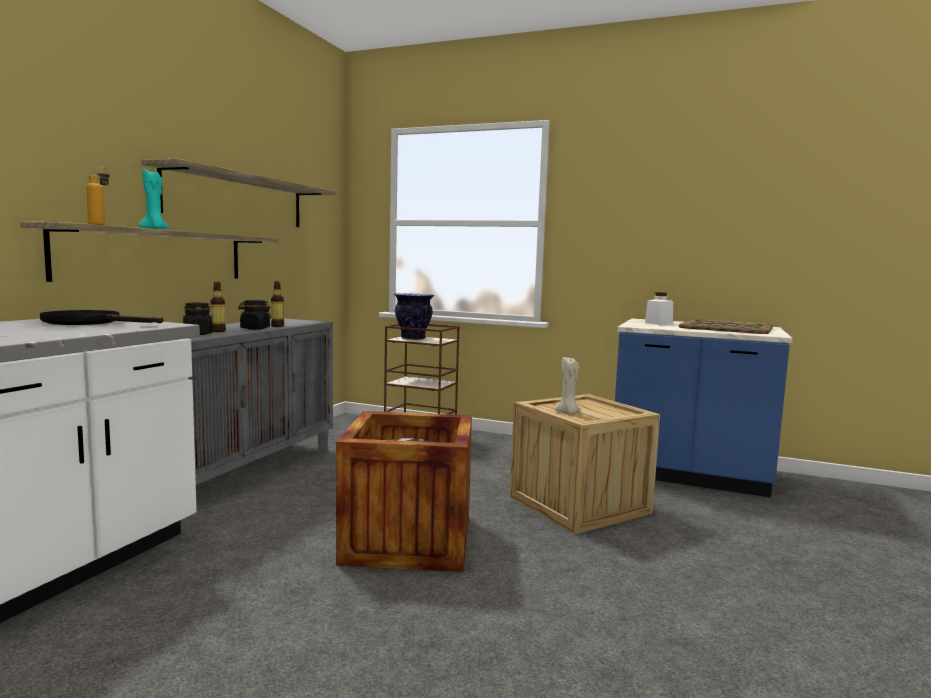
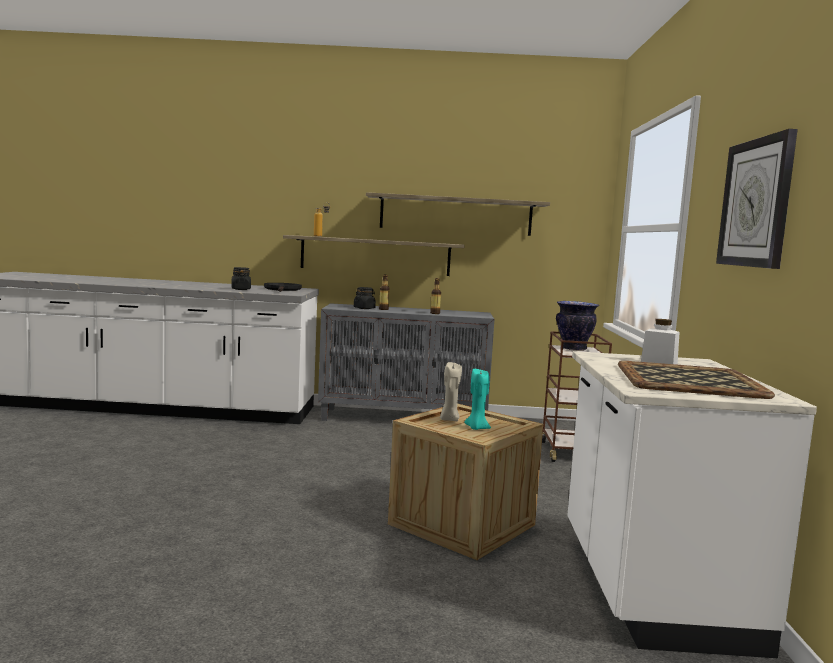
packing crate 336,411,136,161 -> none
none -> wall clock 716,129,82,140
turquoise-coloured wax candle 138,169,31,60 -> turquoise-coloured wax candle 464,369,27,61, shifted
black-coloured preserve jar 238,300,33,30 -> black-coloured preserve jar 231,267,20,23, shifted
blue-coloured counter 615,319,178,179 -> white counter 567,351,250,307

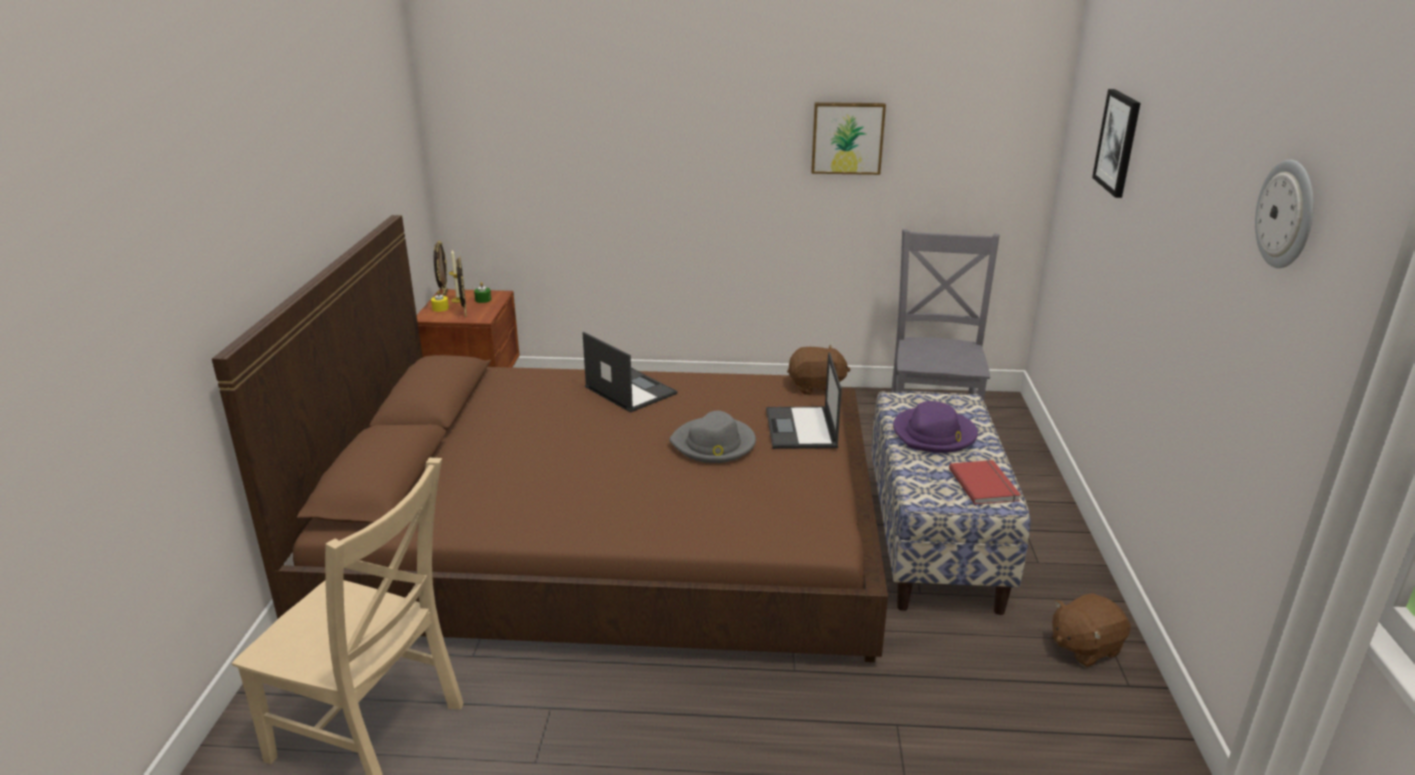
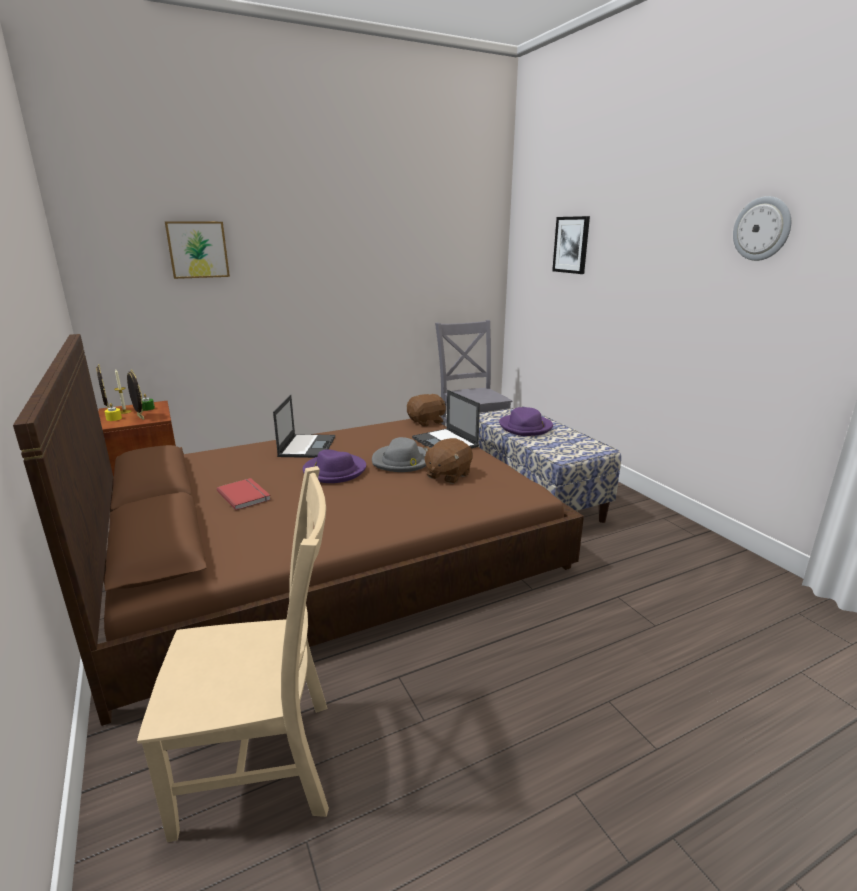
none -> purple clothing hat 303,449,63,34
picture 811,102,75,73 -> picture 165,221,65,58, shifted
red-coloured volume 949,460,72,45 -> red-coloured volume 217,478,54,32, shifted
brown soft toy 1052,593,79,74 -> brown soft toy 423,438,50,46, shifted
portable computer 582,332,95,81 -> portable computer 273,395,62,63, 75 degrees clockwise

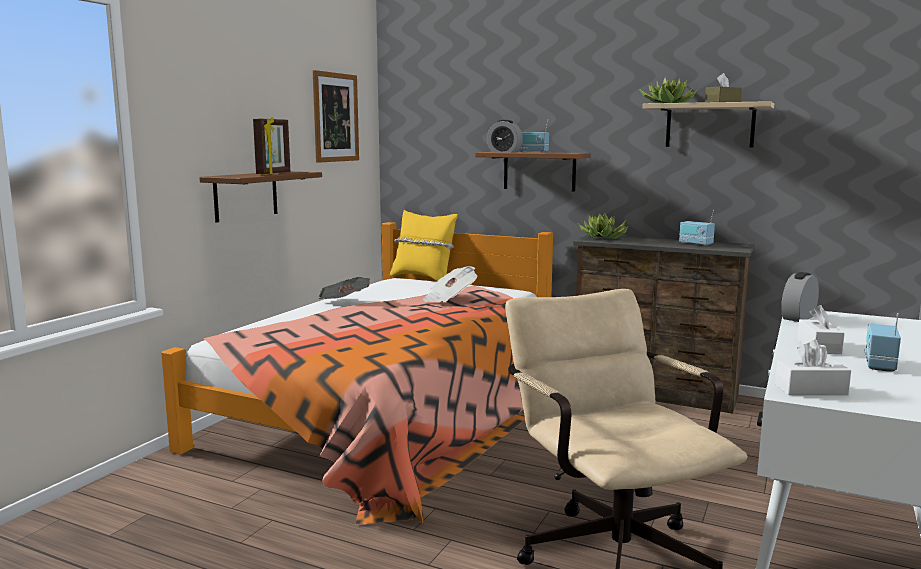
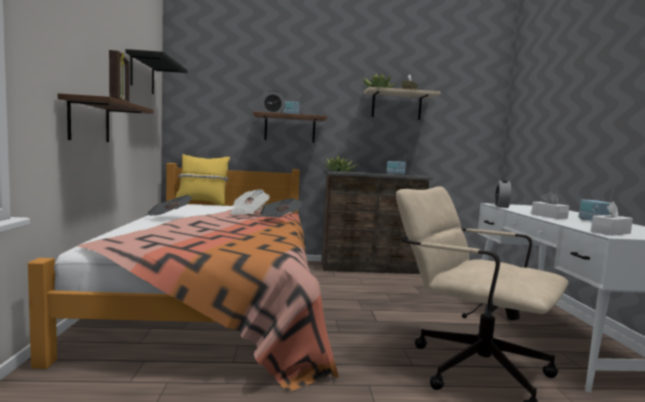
none -> printed paper 260,198,42,19
picture 313,70,46,93 -> black-coloured bracket shelf 125,49,63,45

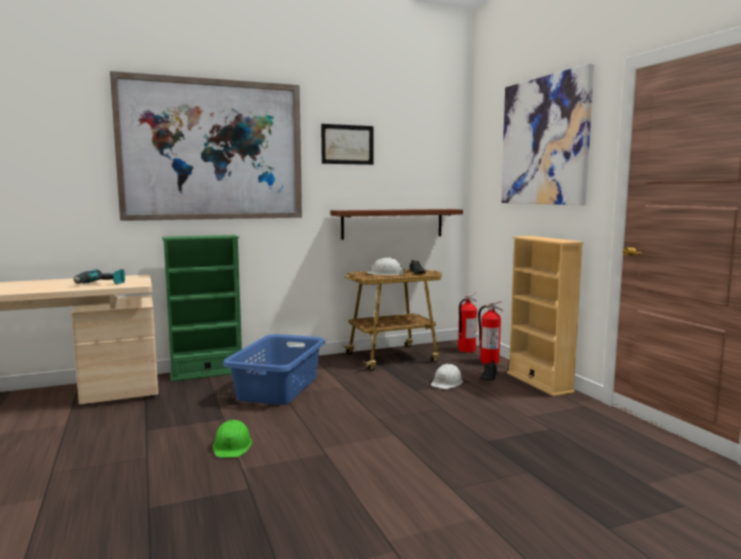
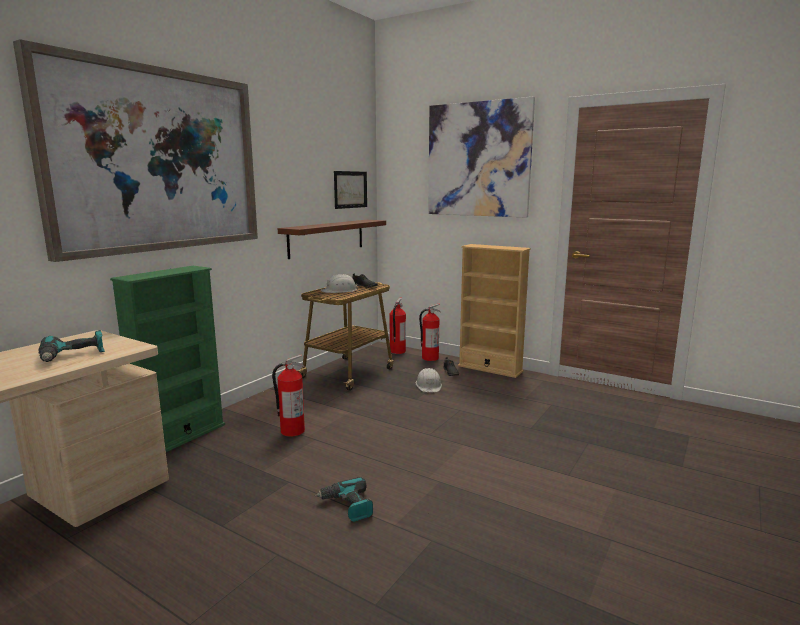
picture 321,124,53,41 -> picture 334,171,33,38, shifted
green work helmet 213,420,39,38 -> power drill 315,477,58,45
blue-coloured hamper 223,334,102,71 -> fire extinguisher 272,354,33,83

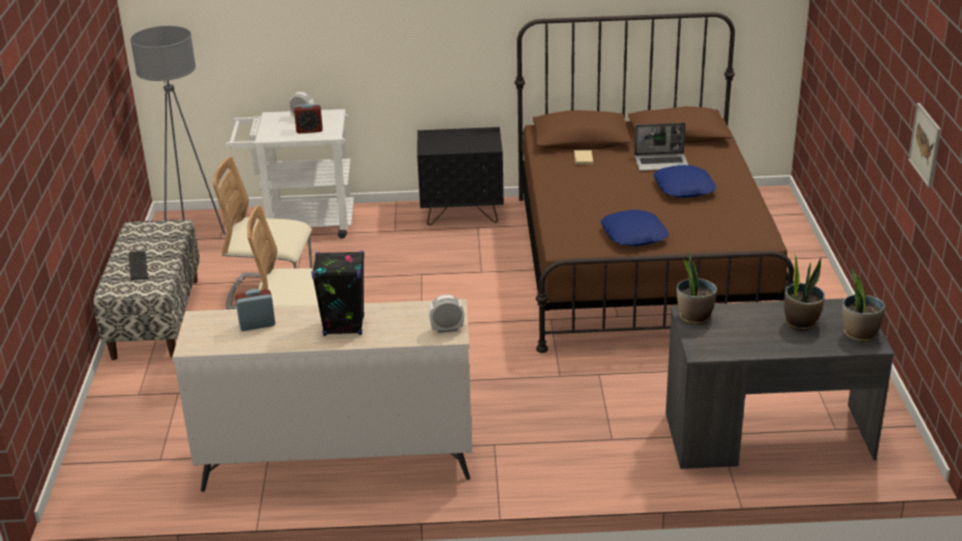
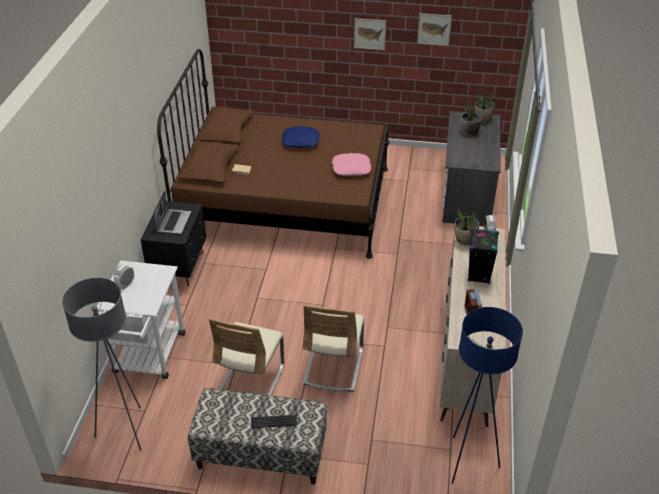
alarm clock 294,104,29,29 -> none
none -> picture 354,18,32,32
none -> blue-coloured floor lamp 452,307,71,177
portable computer 634,123,54,48 -> portable computer 154,190,37,44, shifted
plant in a pot 677,251,40,74 -> plant in a pot 455,209,24,37, shifted
blue-coloured pillow 601,210,68,36 -> pinkish pillow 332,153,39,23

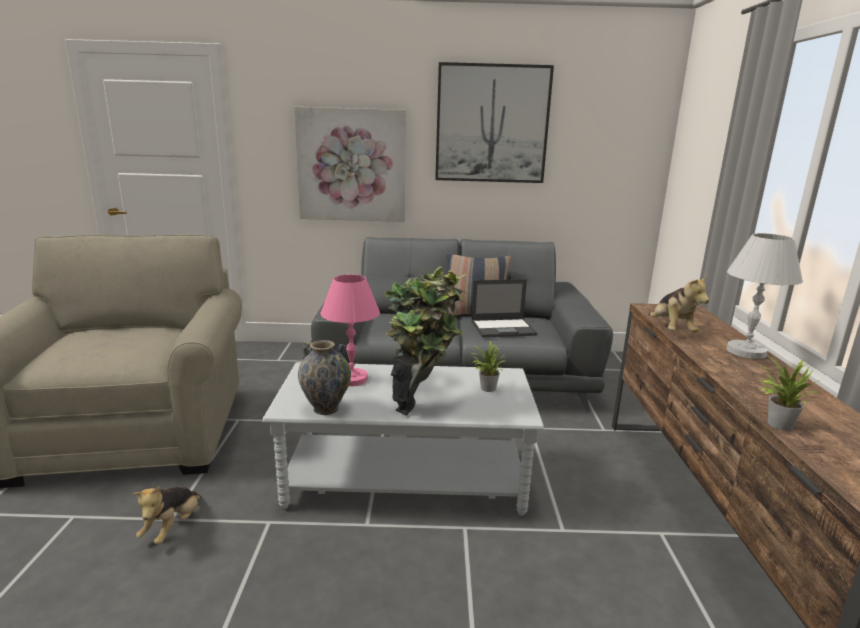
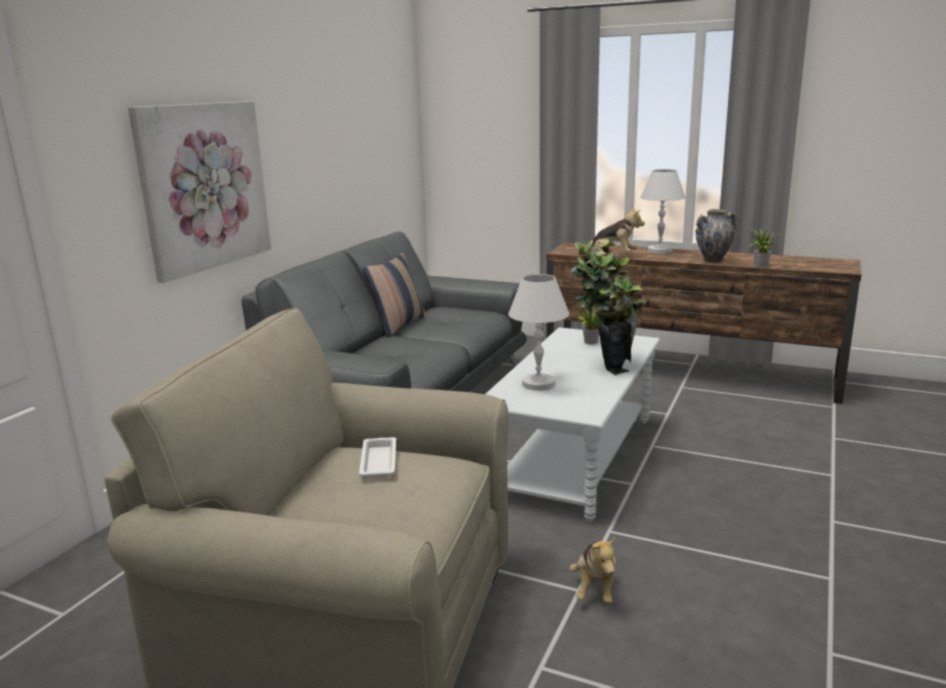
picture 435,62,119,121 -> none
portable computer 471,279,66,59 -> none
none -> white serving tray 359,437,37,41
decorative vase 298,340,53,75 -> decorative vase 696,209,41,54, shifted
pinkish tabletop lamp 320,274,60,112 -> white tabletop lamp 508,274,61,117
soft toy 133,486,68,59 -> soft toy 569,537,47,67, 60 degrees clockwise

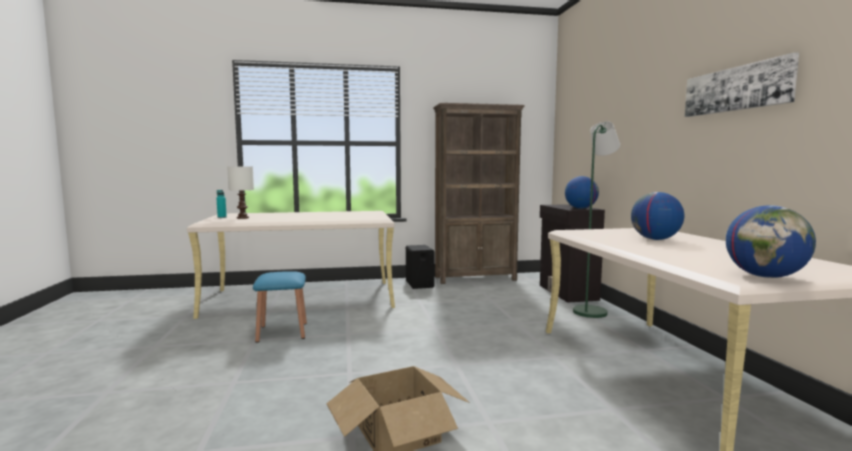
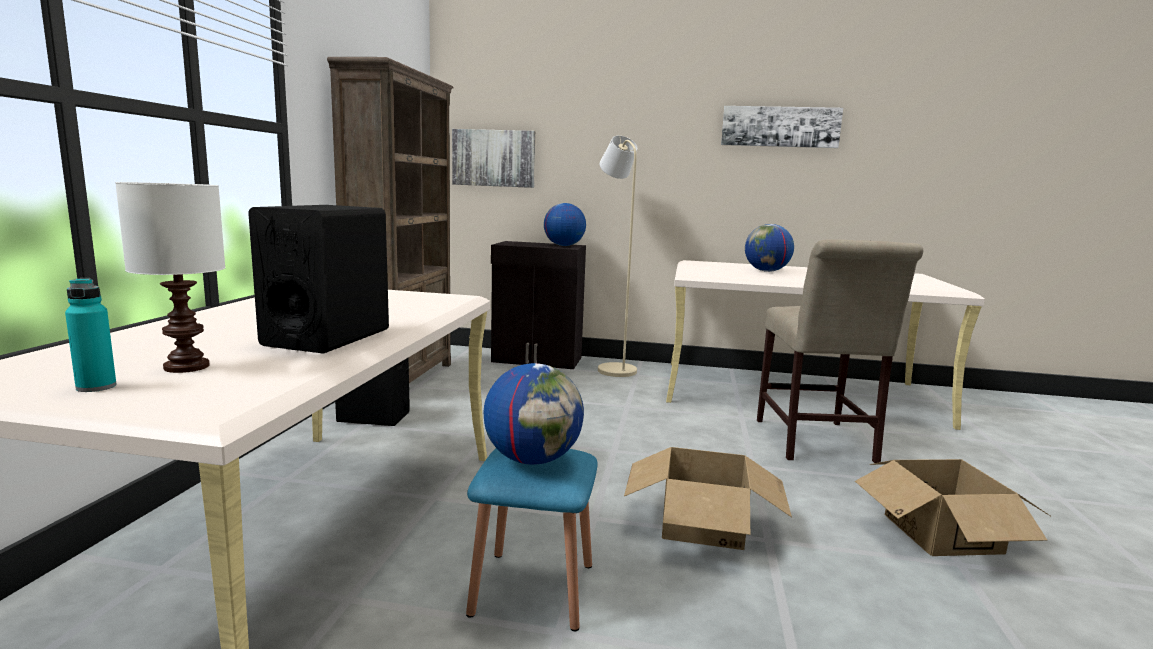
none -> black-coloured loudspeaker 248,205,141,149
none -> picture 452,129,83,59
none -> carton 624,447,168,103
none -> sand-coloured chair 757,239,166,224
desk globe 726,205,90,73 -> desk globe 483,363,101,102, shifted
green floor lamp 573,121,47,197 -> sand-coloured floor lamp 598,136,39,241

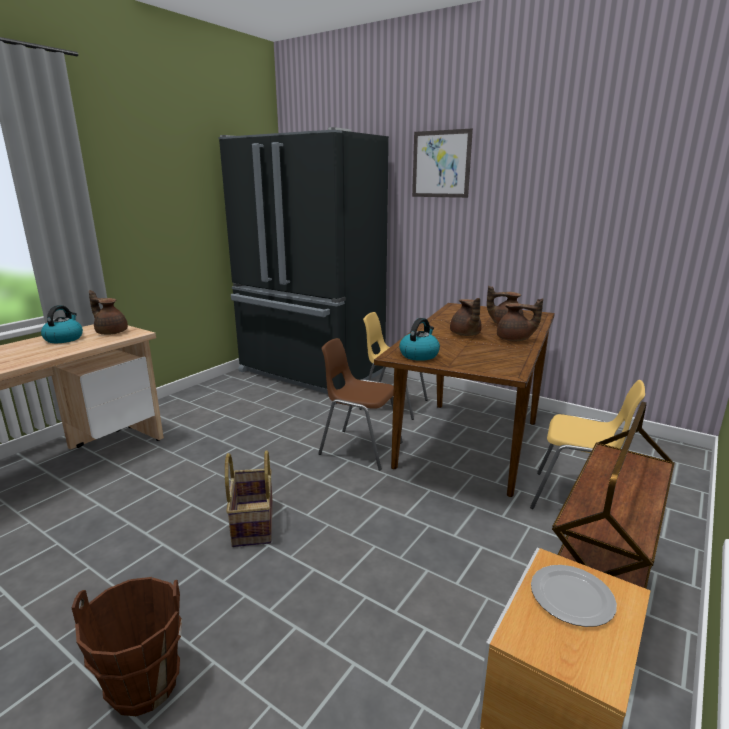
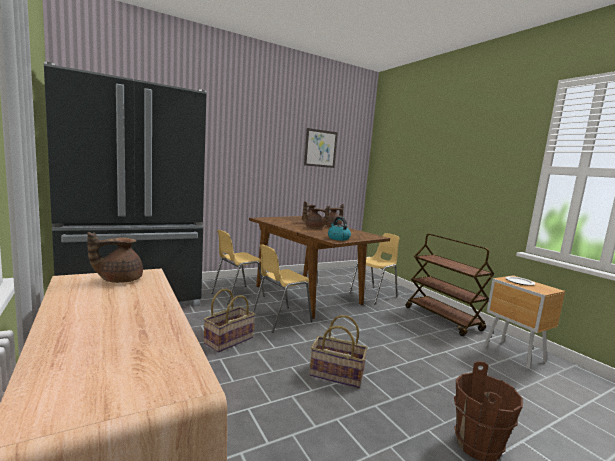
water kettle 41,305,42,38 -> none
none -> household basket 204,289,51,64
picture 412,129,61,69 -> picture 304,128,34,40, shifted
brown chair 318,338,85,133 -> yellow-coloured chair 252,244,61,89

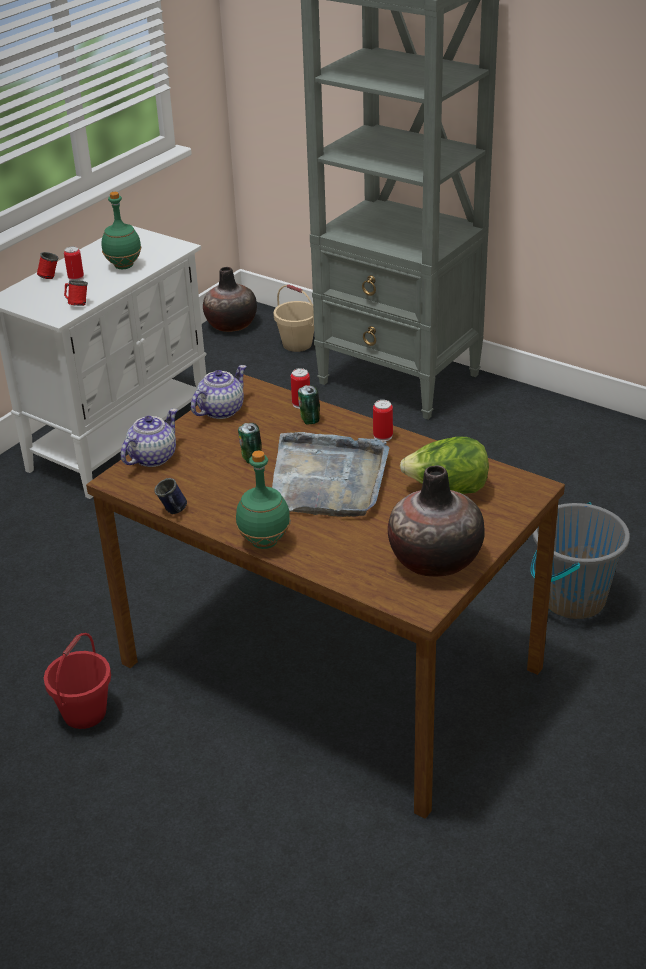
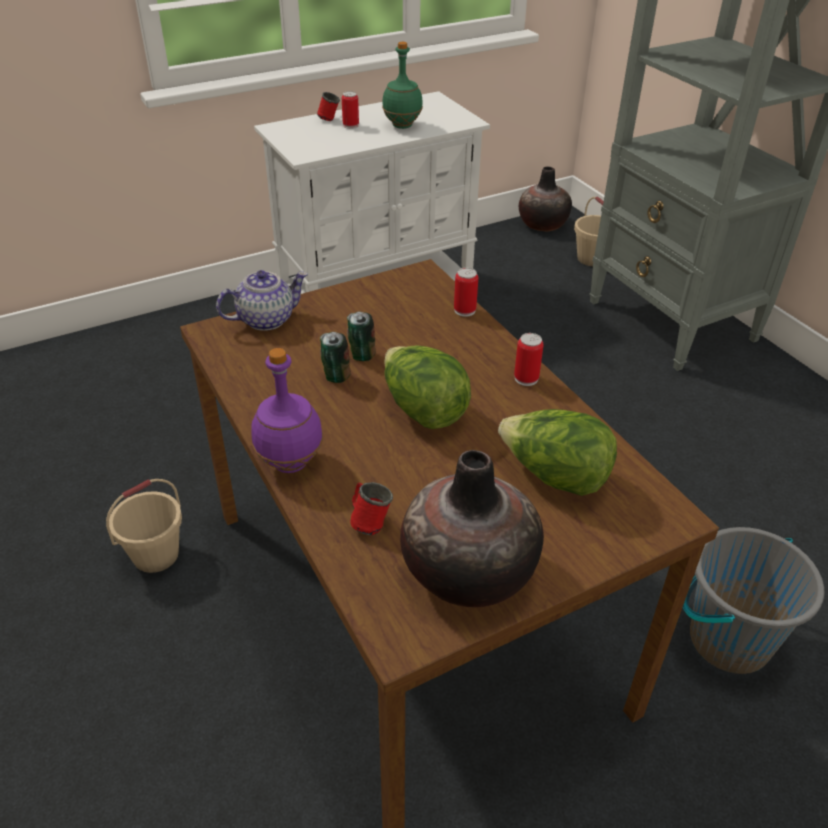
blue-coloured tea mug 154,478,33,36 -> none
tea pot 191,365,55,54 -> none
red-coloured tea mug 64,280,24,26 -> red-coloured tea mug 350,482,43,53, shifted
can 298,385,22,39 -> can 320,332,31,51, shifted
greyish serving tray 272,432,117,85 -> head of lettuce 384,346,87,83
red-coloured pail 44,633,67,96 -> sand-coloured pail 106,479,76,94
green drink bottle 236,451,54,98 -> purple drink bottle 251,348,72,125

